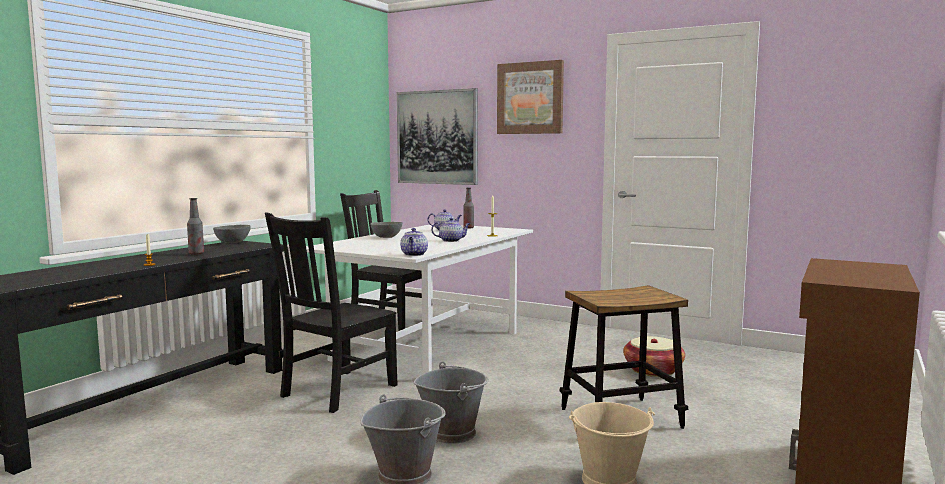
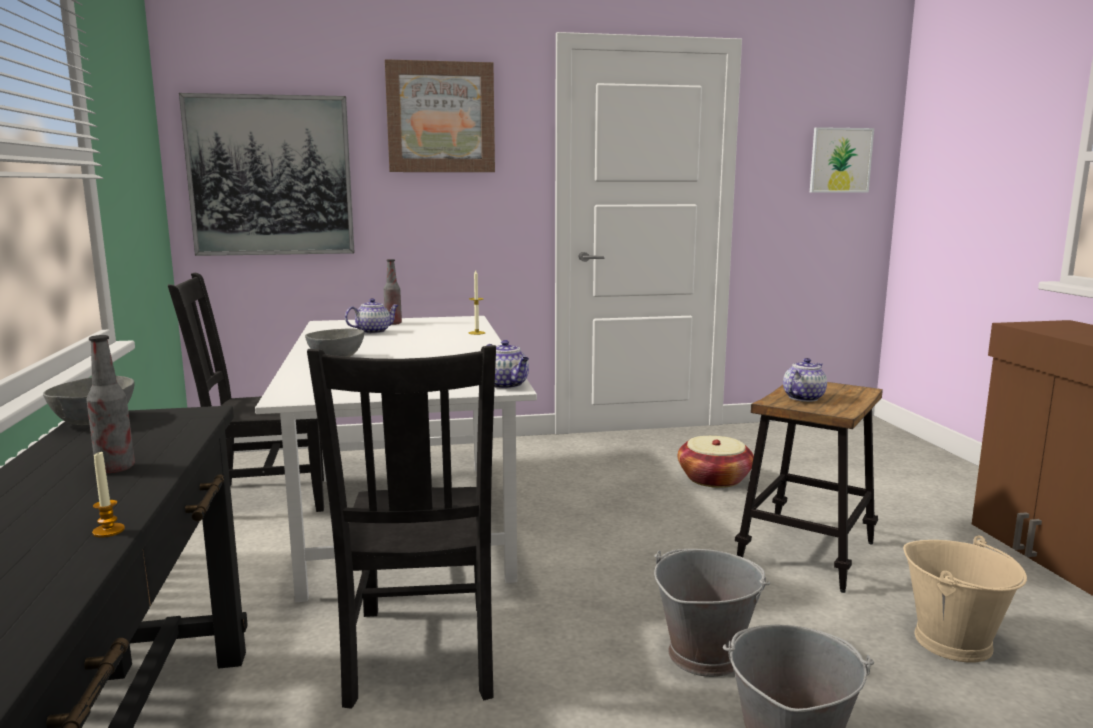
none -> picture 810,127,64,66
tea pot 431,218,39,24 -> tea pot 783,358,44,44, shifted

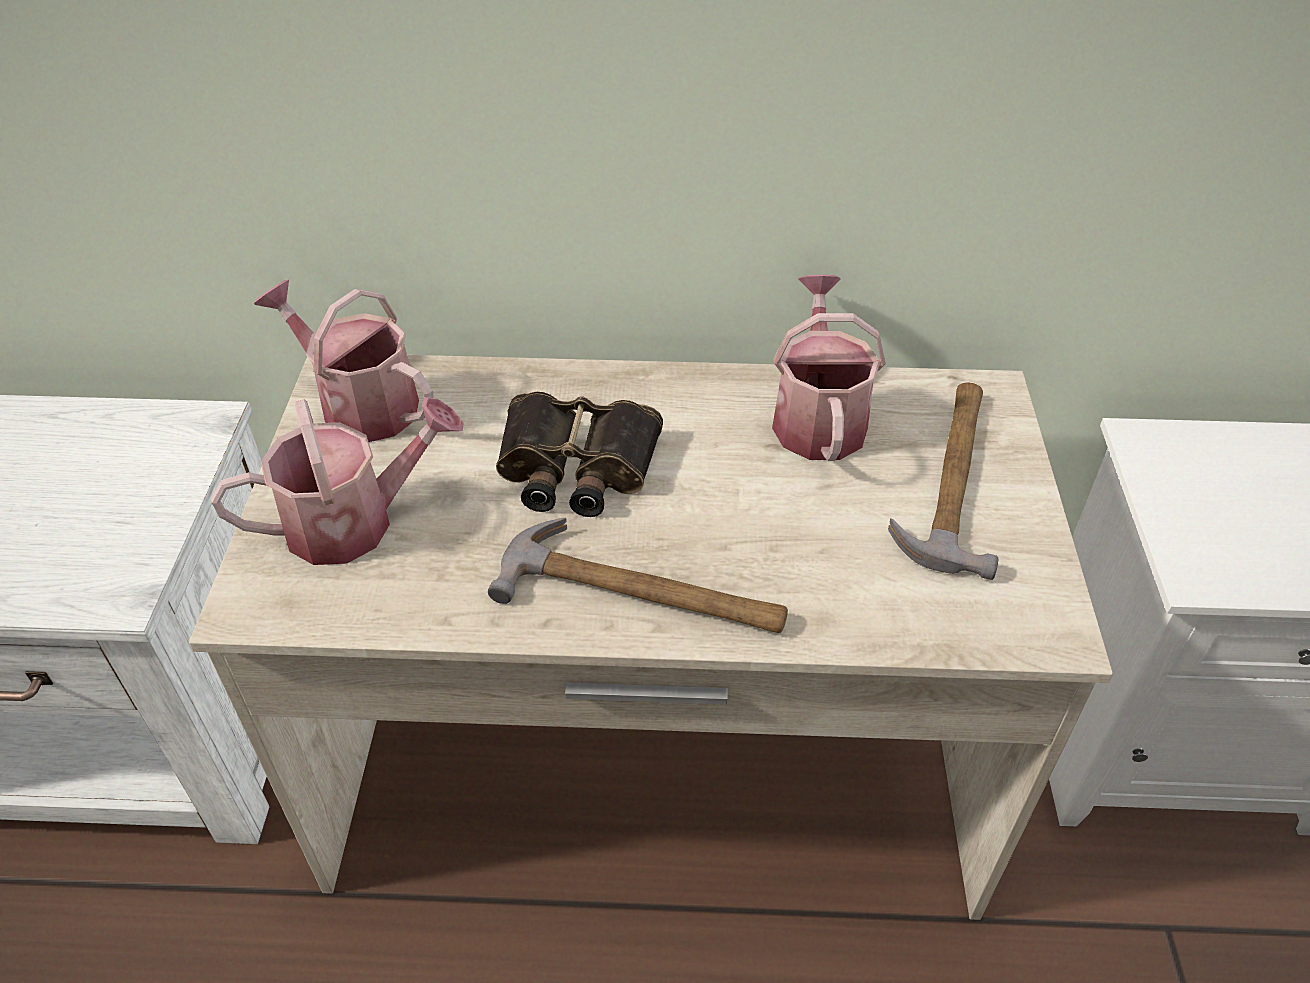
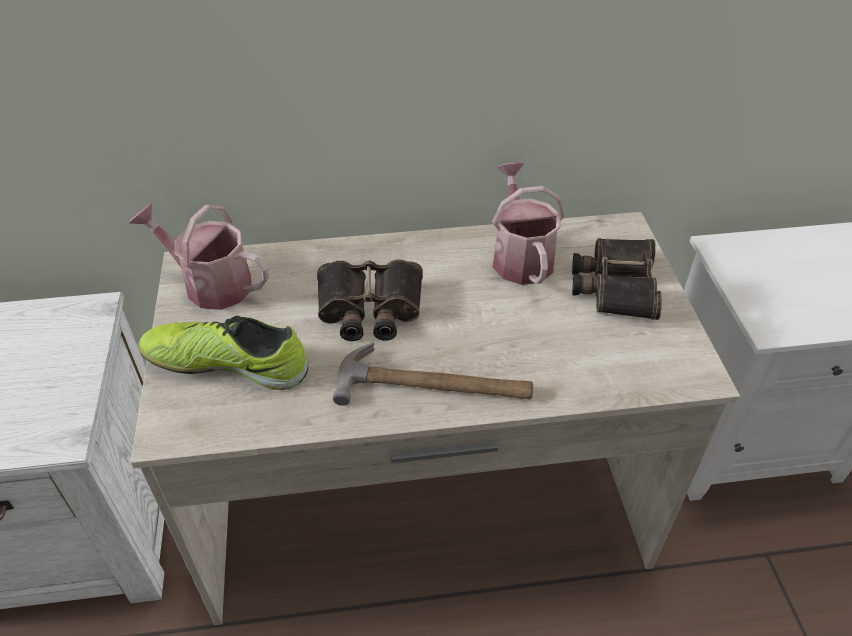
watering pot 211,397,253,168 -> low shoe 138,316,170,74
tool hammer 888,383,110,197 -> field glasses 572,238,90,82

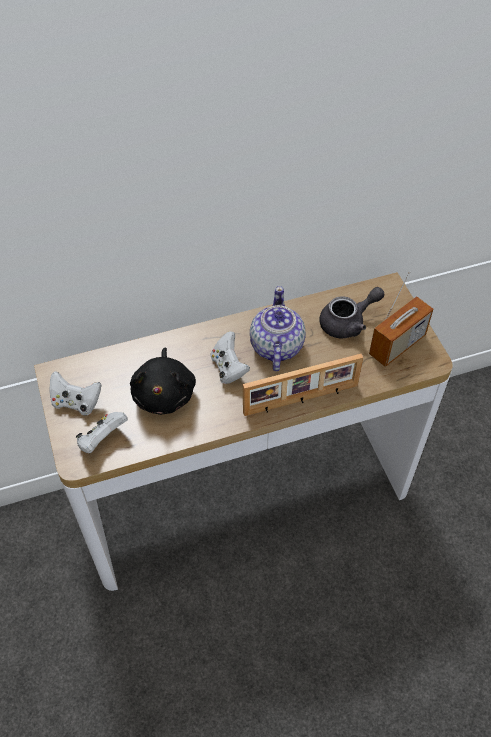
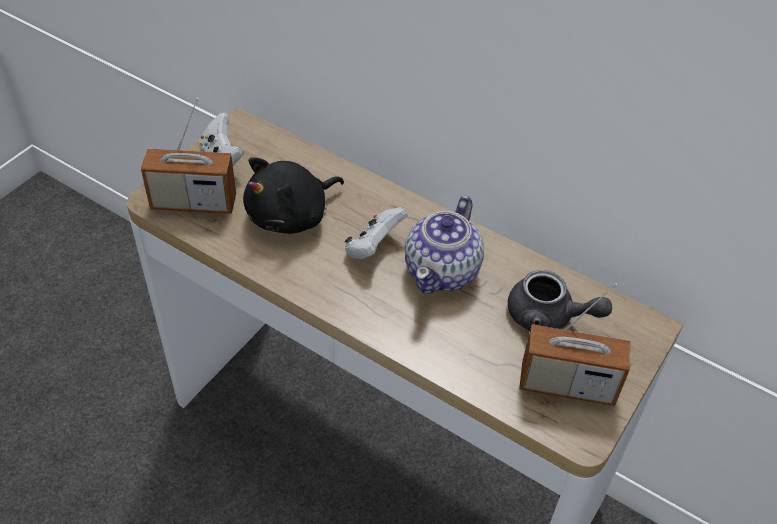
photo frame 243,354,120,62 -> none
white game controller 76,412,52,42 -> radio set 141,98,95,116
tea pot 250,286,56,85 -> tea pot 405,196,79,98, 150 degrees clockwise

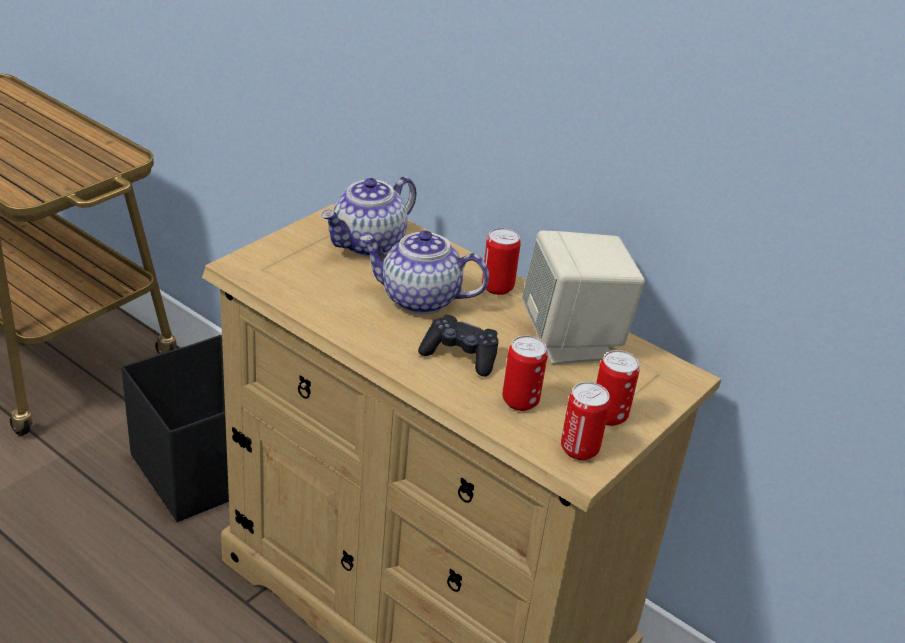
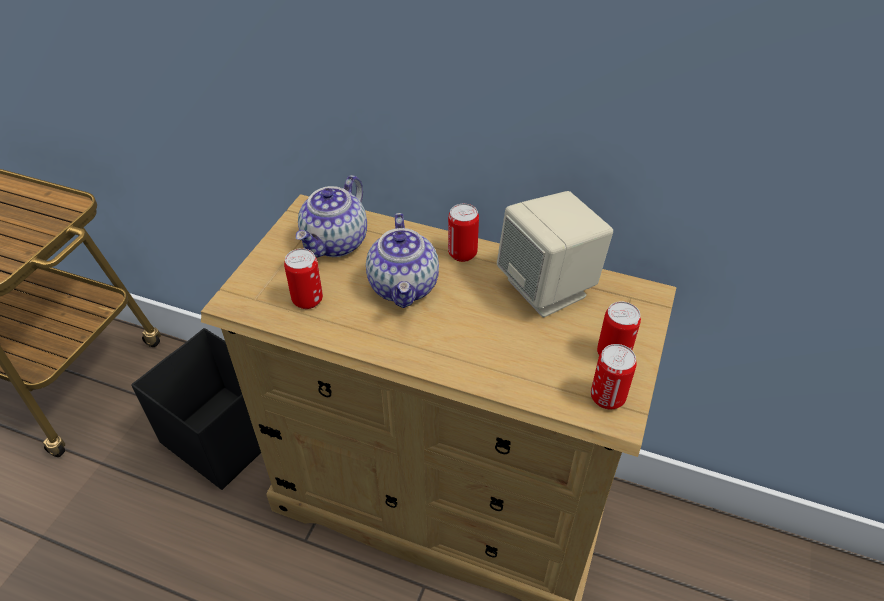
black-coloured game controller 418,315,81,62 -> none
can 502,336,46,75 -> can 284,248,39,61, shifted
tea pot 359,230,130,84 -> tea pot 366,213,73,95, 90 degrees counterclockwise

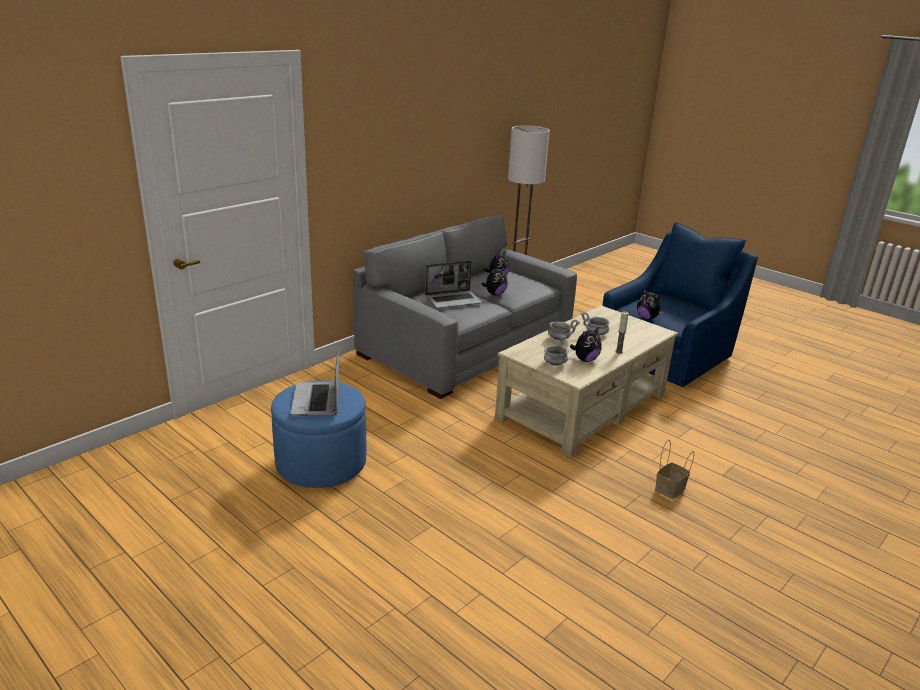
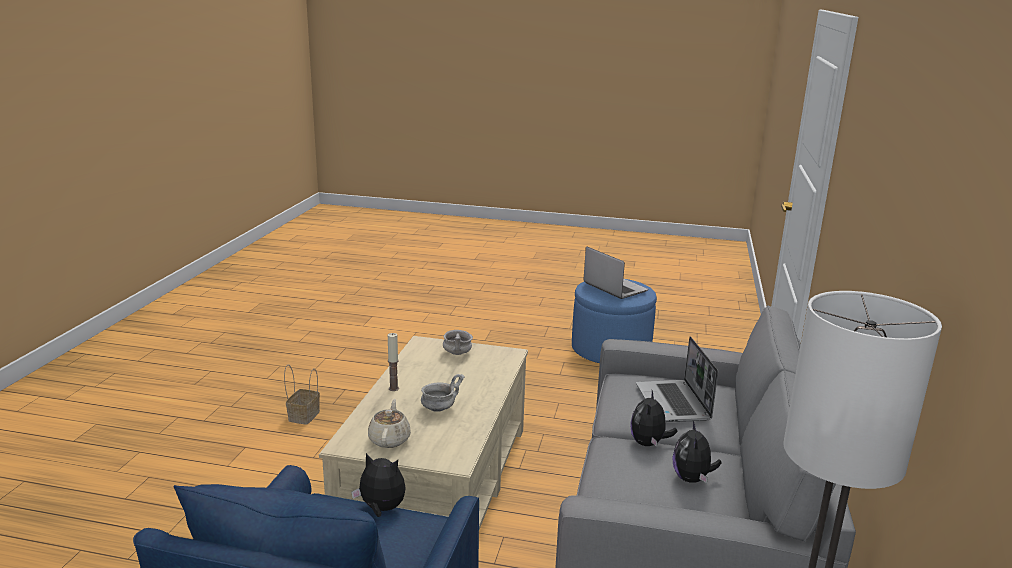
greyish bowl 548,320,32,20 -> none
soft toy 570,327,31,35 -> none
none -> sand-coloured tea pot 368,399,43,49
portable computer 425,261,57,47 -> portable computer 636,336,82,86, 45 degrees counterclockwise

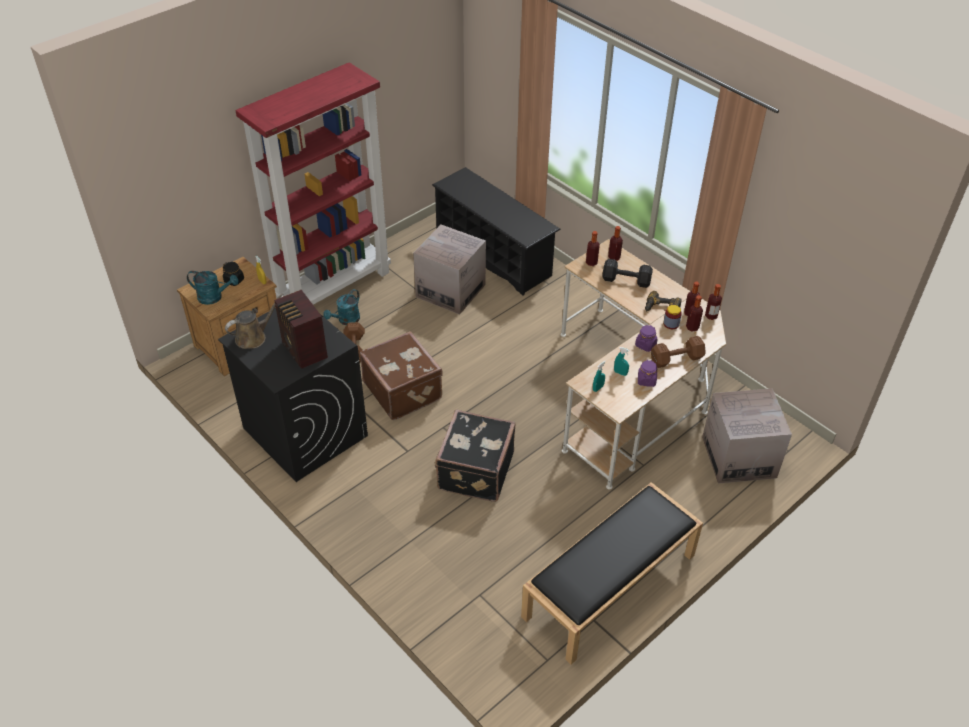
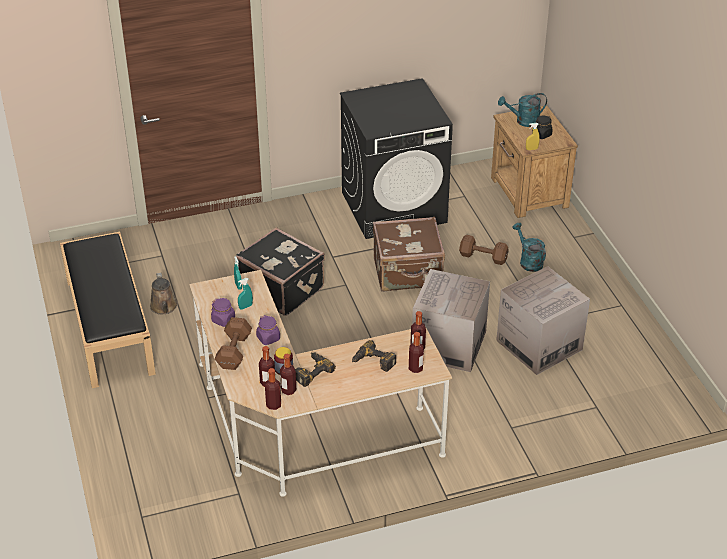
red-coloured bookshelf 235,63,156,242 -> none
radio set 274,290,54,79 -> none
black-coloured shoe rack 432,167,129,128 -> none
brown watering pot 225,293,59,56 -> brown watering pot 150,273,28,41, shifted
carton 702,388,90,95 -> carton 412,269,78,103, shifted
black-coloured hand weight 602,259,51,29 -> power drill 352,340,45,32
turquoise-coloured watering pot 187,271,51,34 -> turquoise-coloured watering pot 498,93,49,34, 45 degrees clockwise

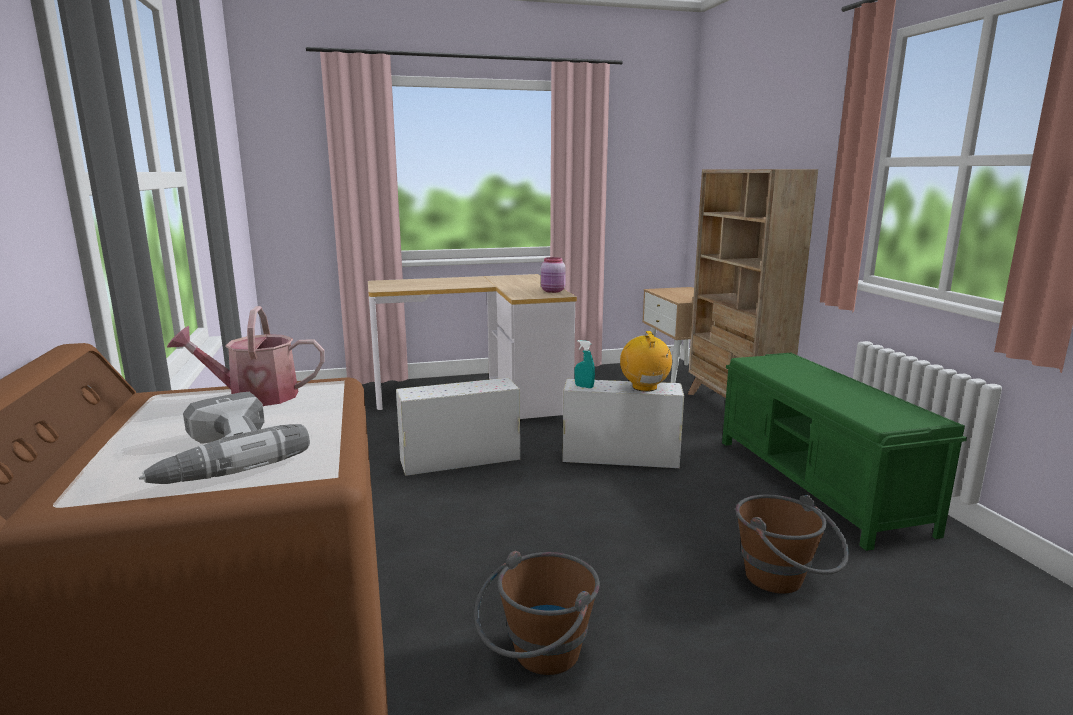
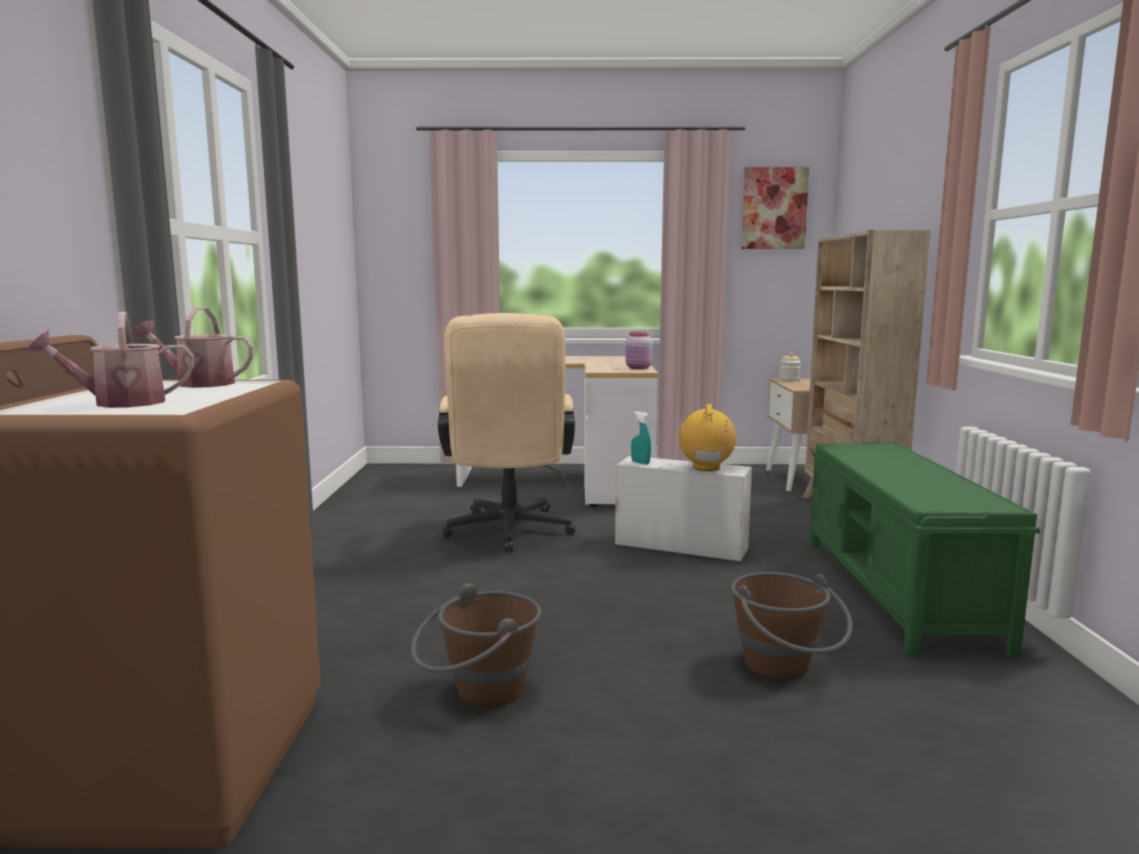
none -> picture 741,167,68,82
none -> preserve jar 779,353,22,28
power drill 139,392,171,92 -> watering pot 25,312,169,96
white storage container 396,378,124,98 -> sand-coloured desk chair 438,313,138,239

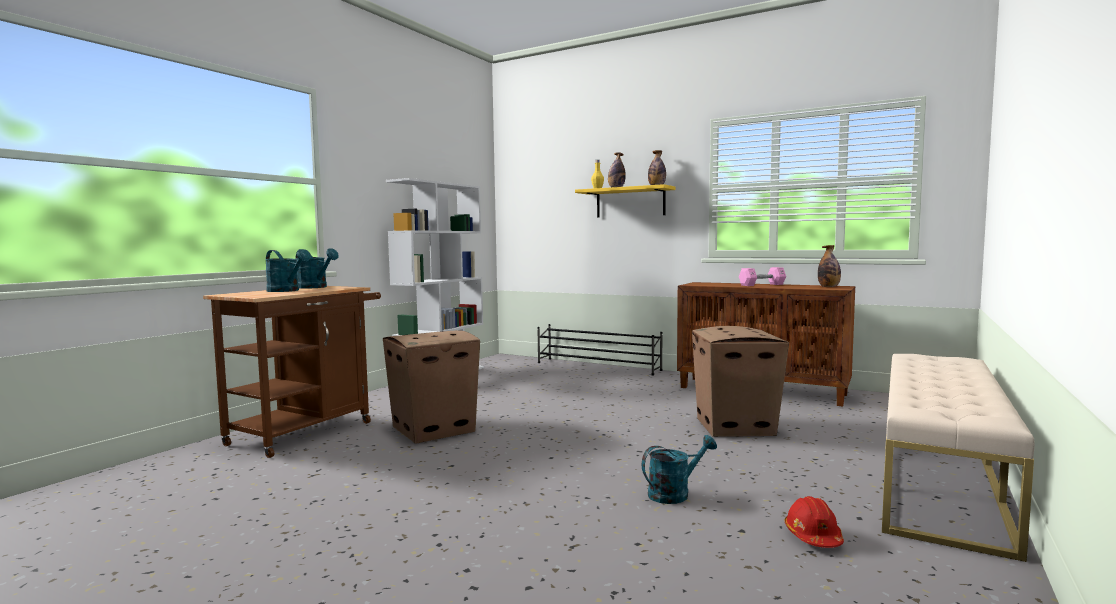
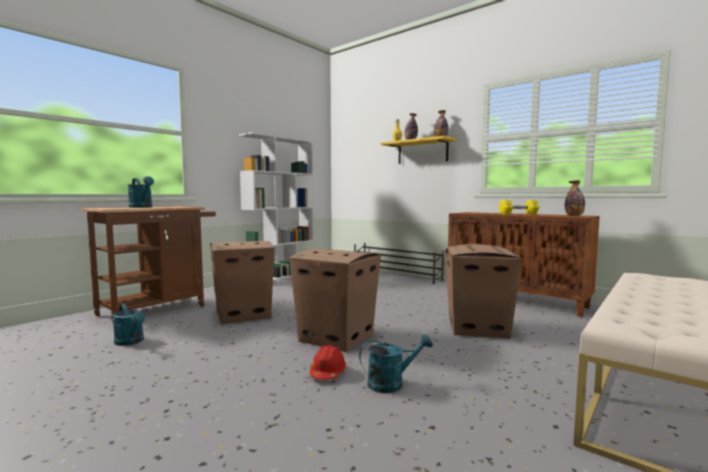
none -> carton 289,249,92,103
turquoise-coloured watering pot 296,248,43,41 -> turquoise-coloured watering pot 113,303,32,43, shifted
red-coloured work helmet 785,496,59,52 -> red-coloured work helmet 309,345,37,35, shifted
pinkish hand weight 739,267,47,19 -> yellow-coloured hand weight 499,200,40,15

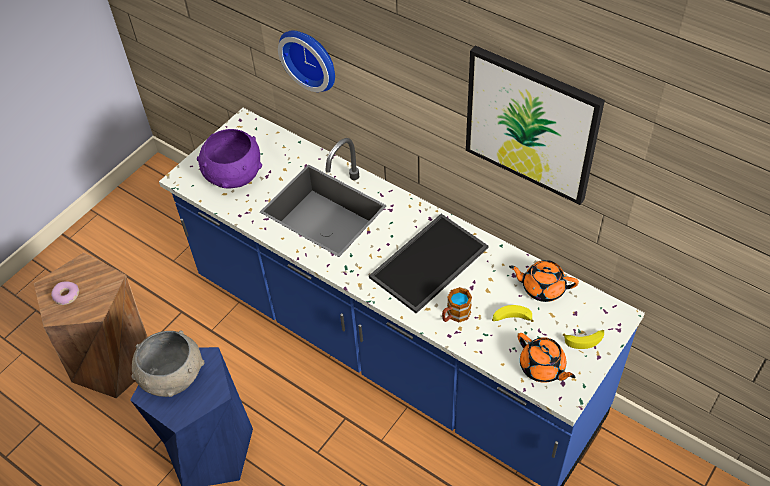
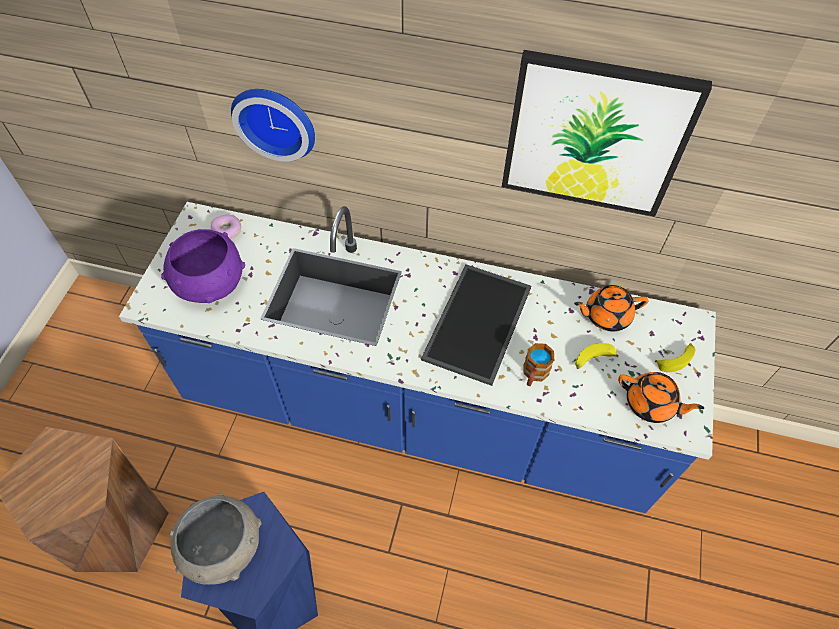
ring doughnut 51,281,28,24 -> ring doughnut 211,215,30,24, shifted

